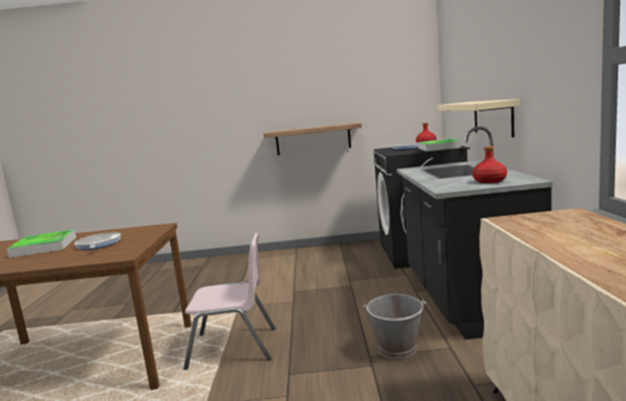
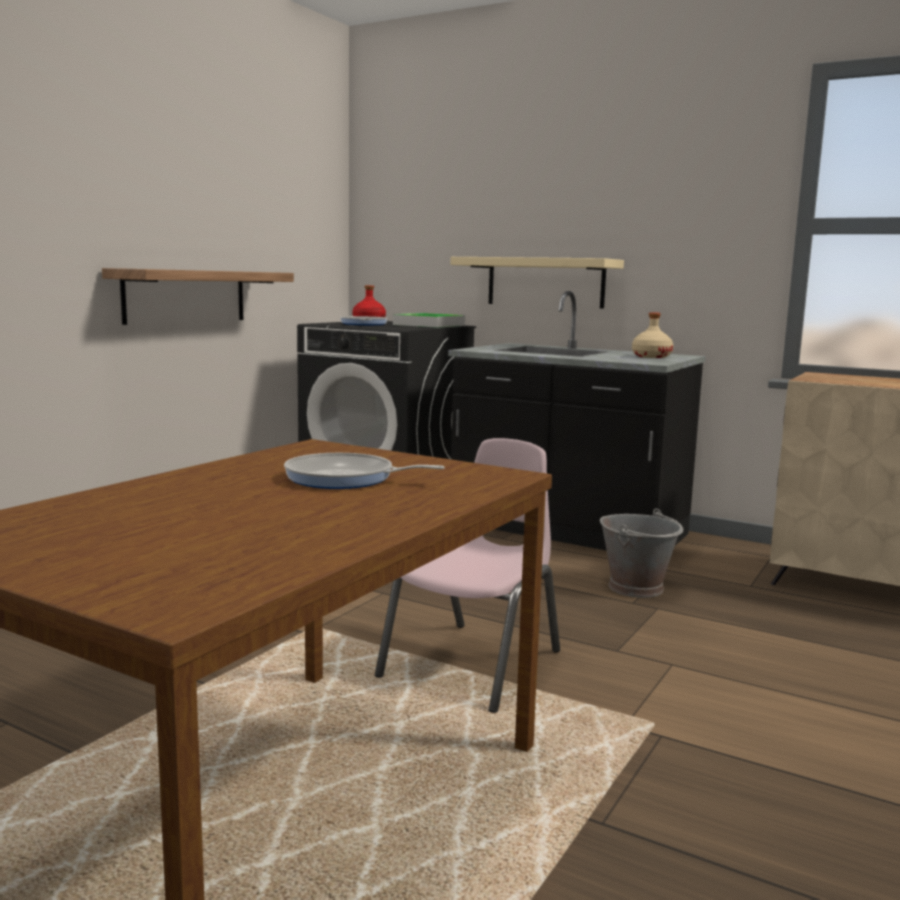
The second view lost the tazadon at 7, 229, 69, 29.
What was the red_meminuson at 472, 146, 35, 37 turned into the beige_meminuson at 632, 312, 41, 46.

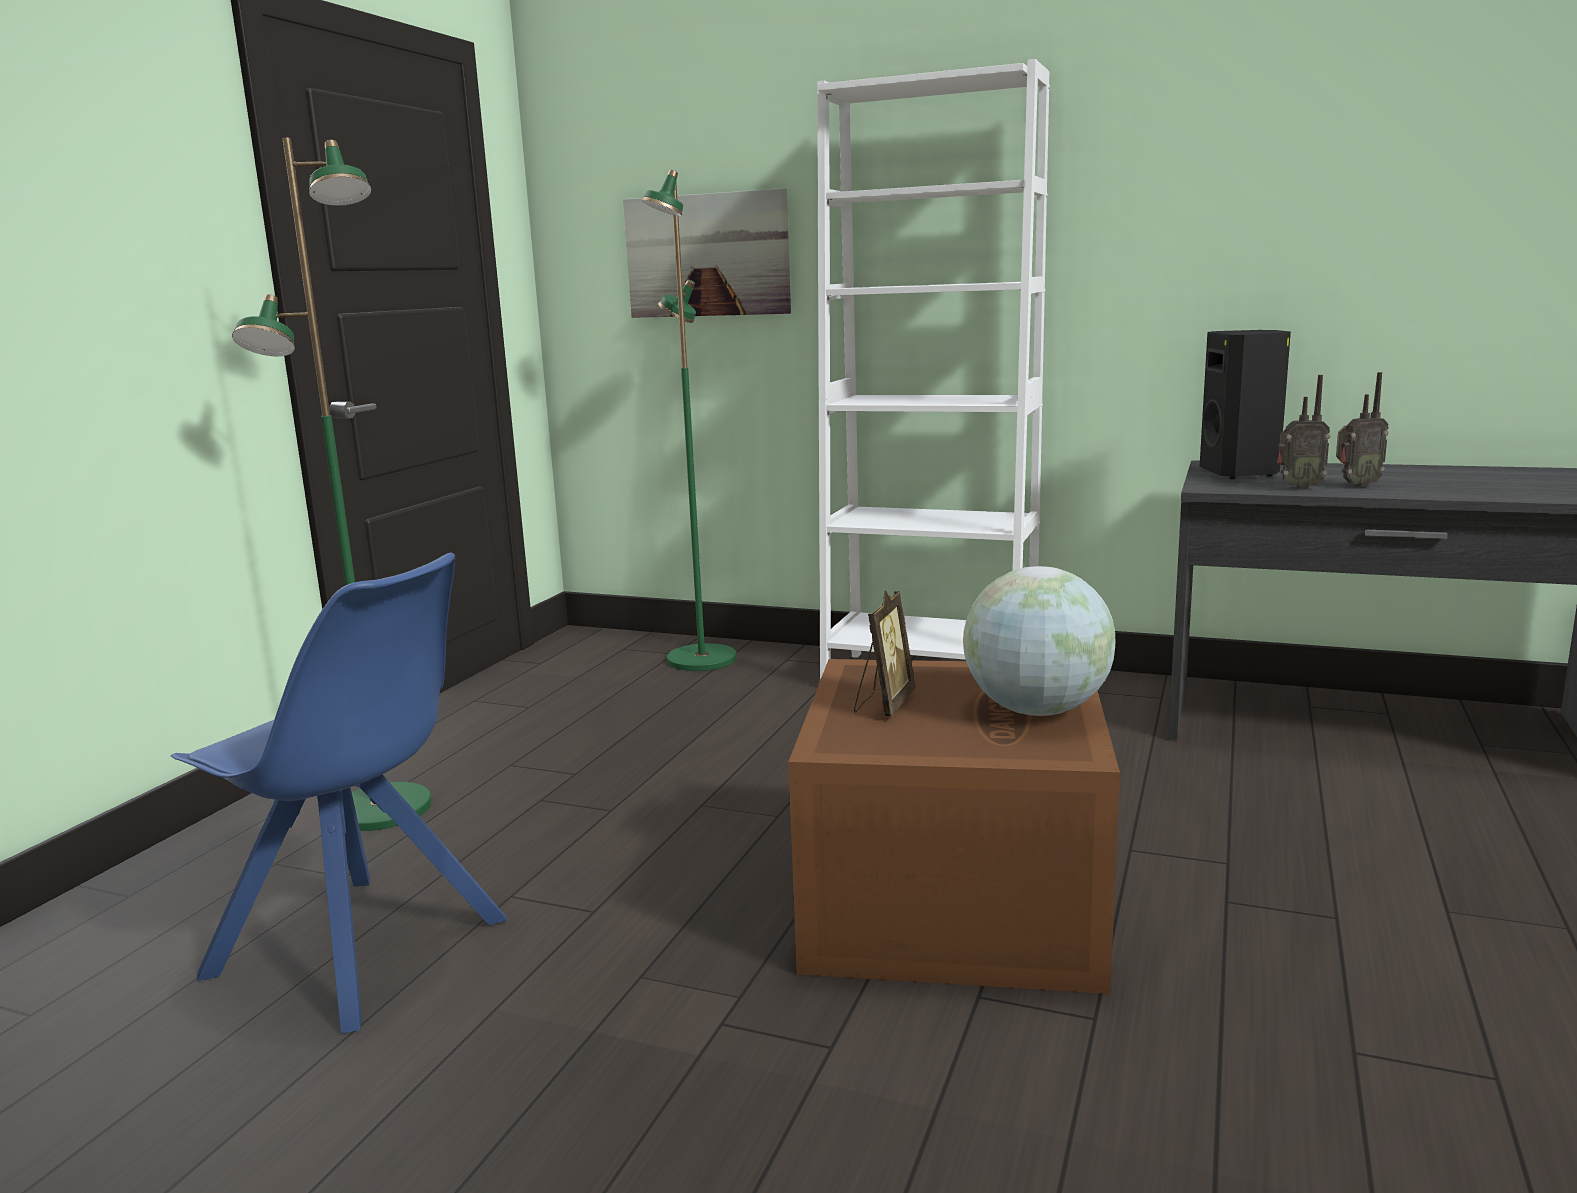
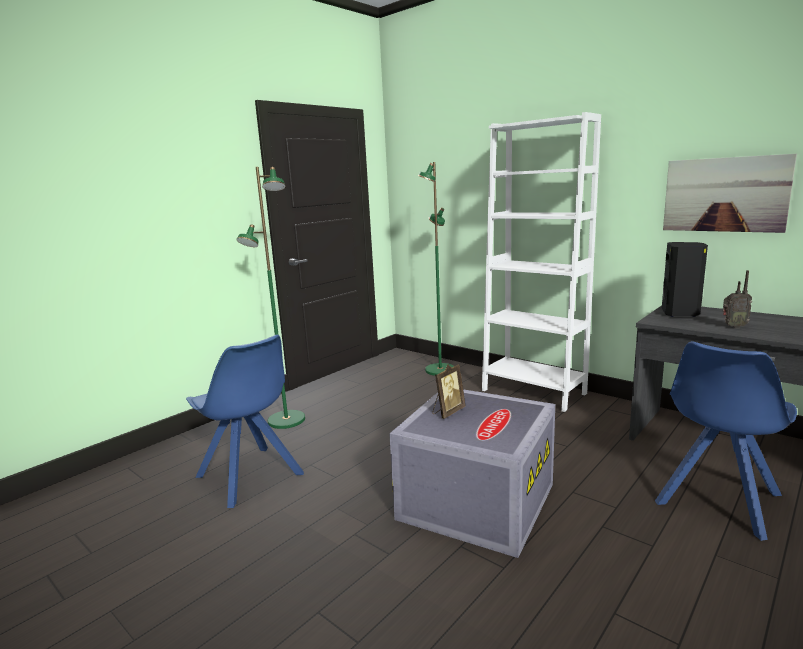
The second view lost the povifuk at 963, 566, 152, 150.
The second view lost the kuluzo at 1277, 375, 53, 115.
The second view gained the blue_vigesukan at 655, 341, 142, 200.
The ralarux ended up elsewhere, having gone from 623, 188, 168, 130 to 663, 154, 134, 79.
What was the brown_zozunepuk at 788, 659, 332, 335 turned into the grey_zozunepuk at 389, 389, 166, 169.

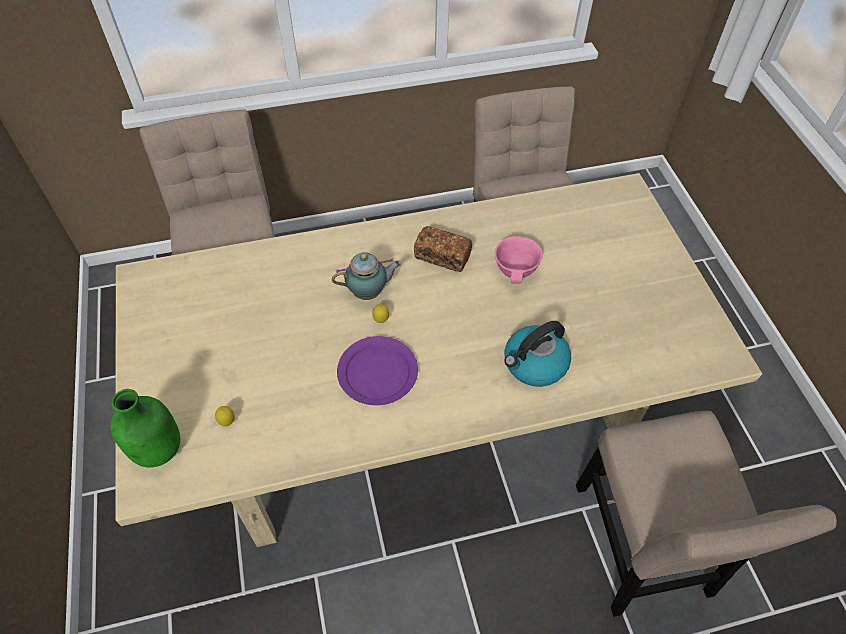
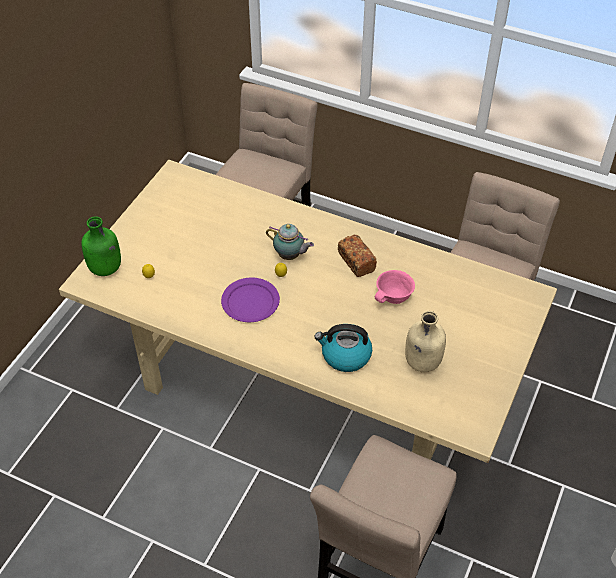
The second view gained the beige_meminuson at 405, 311, 41, 61.

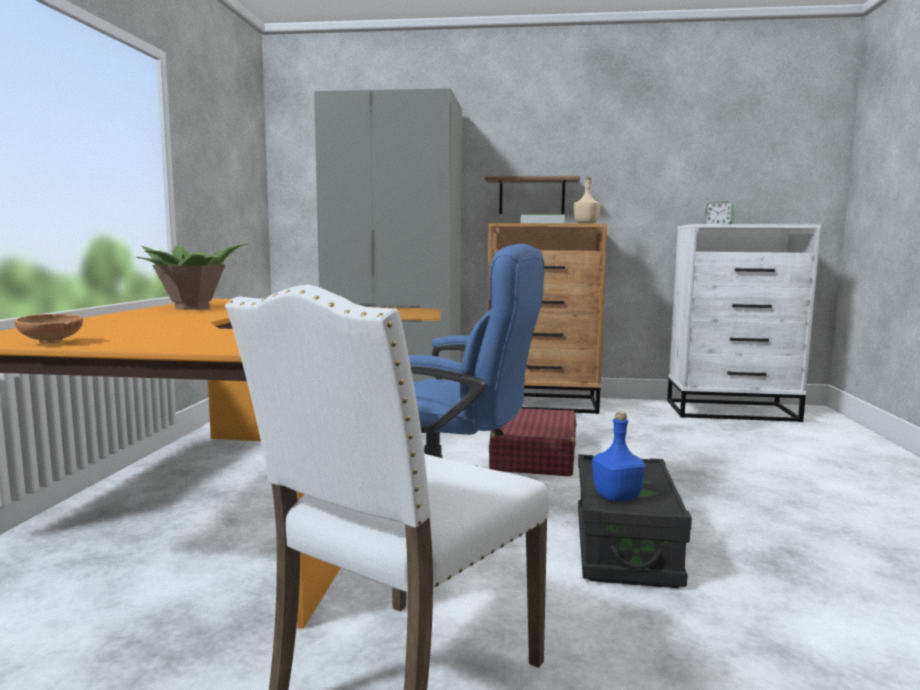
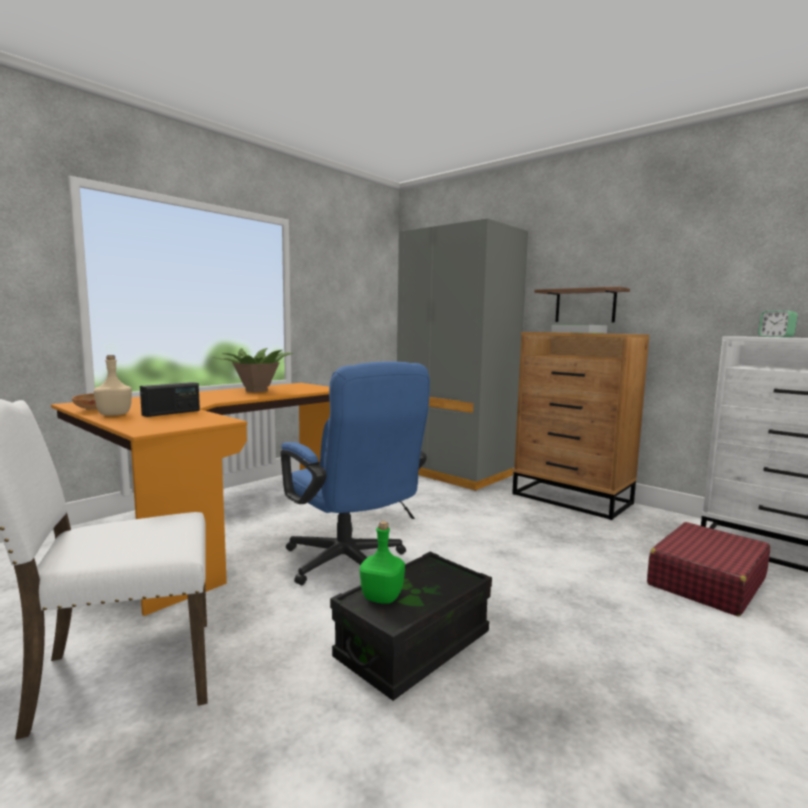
The second view gained the kuluzo at 140, 382, 60, 35.
The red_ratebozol ended up elsewhere, having gone from 489, 408, 88, 68 to 647, 522, 123, 94.
The beige_meminuson ended up elsewhere, having gone from 574, 177, 27, 47 to 94, 355, 38, 61.
What was the blue_meminuson at 592, 412, 53, 90 turned into the green_meminuson at 360, 521, 45, 83.

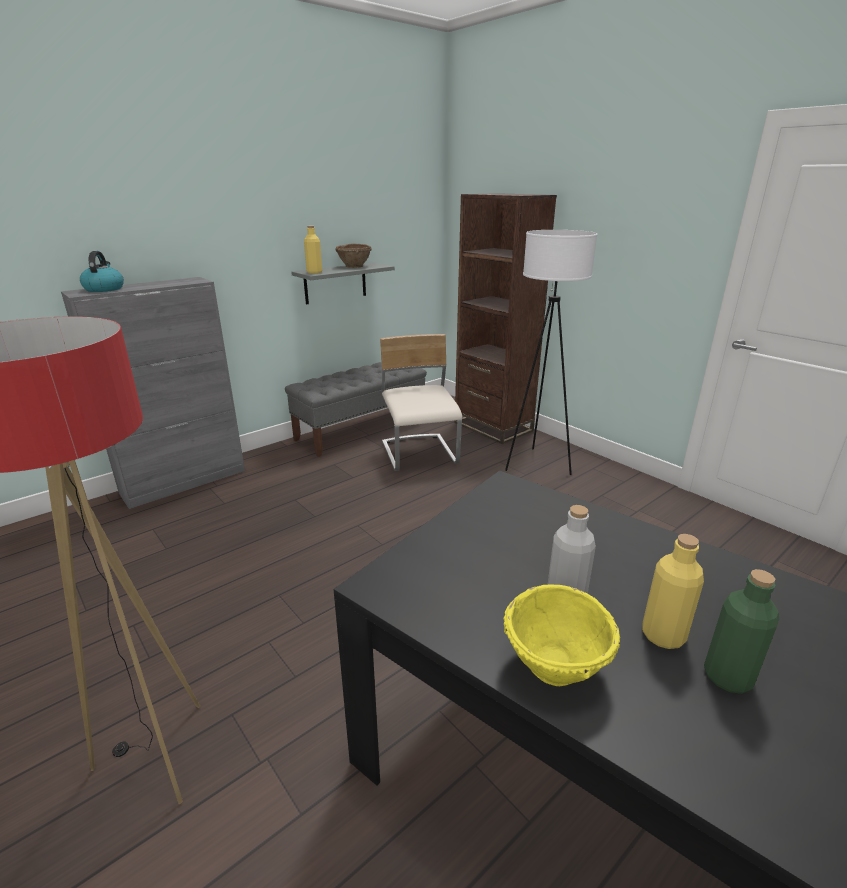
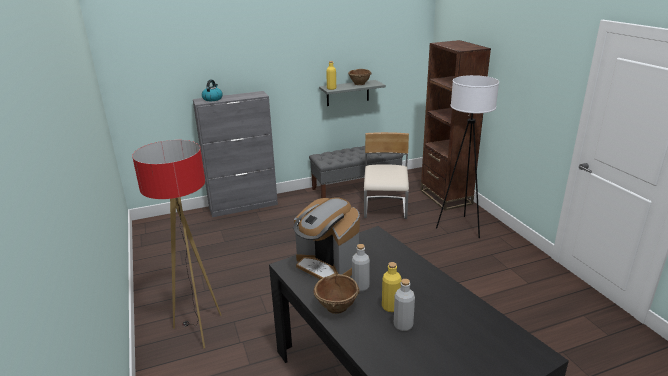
The second view gained the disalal at 293, 197, 67, 84.
What was the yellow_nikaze at 504, 584, 116, 102 turned into the brown_nikaze at 313, 274, 47, 40.
What was the green_meminuson at 704, 569, 75, 125 turned into the grey_meminuson at 394, 279, 21, 52.

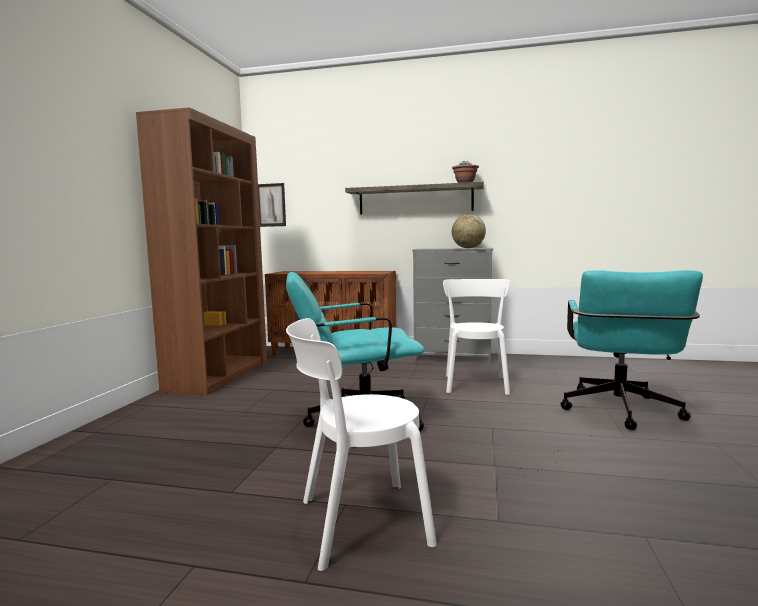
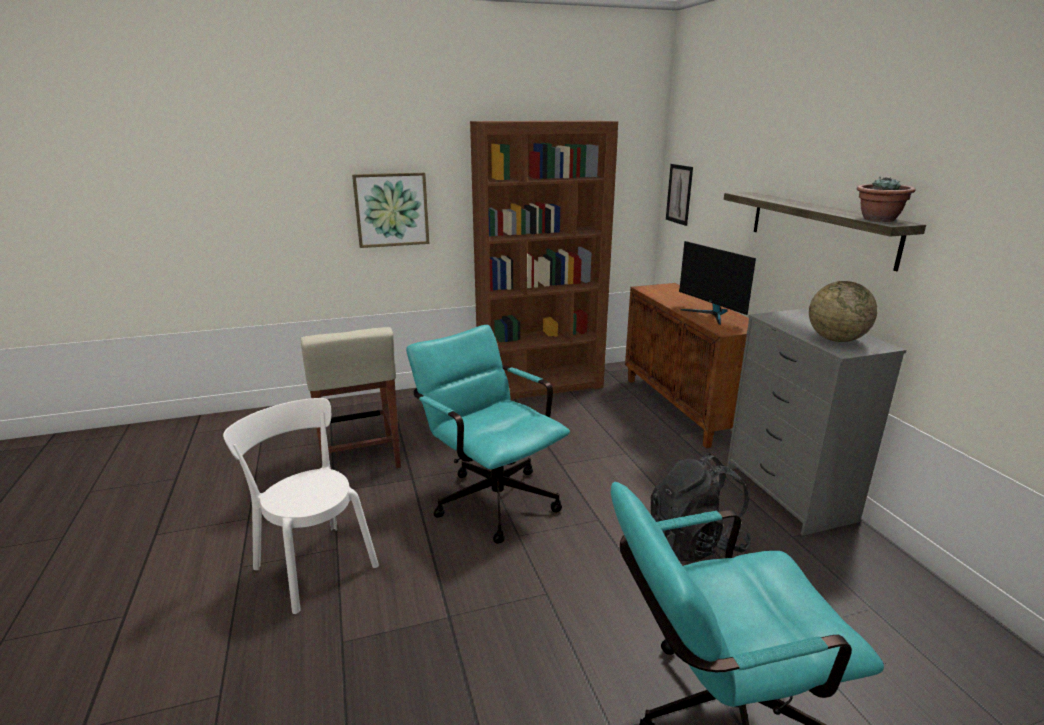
The second view gained the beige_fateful at 301, 327, 100, 141.
The second view gained the ralarux at 352, 172, 77, 76.
The second view gained the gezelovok at 679, 241, 77, 84.
Where the white_vigesukan stood at 443, 279, 67, 116, the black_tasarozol came to stand at 651, 453, 100, 109.

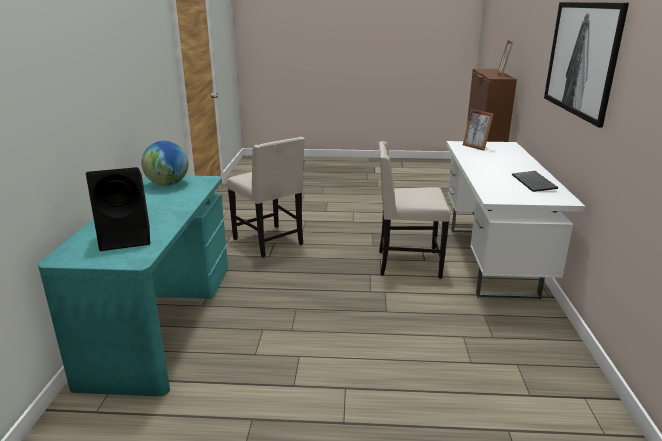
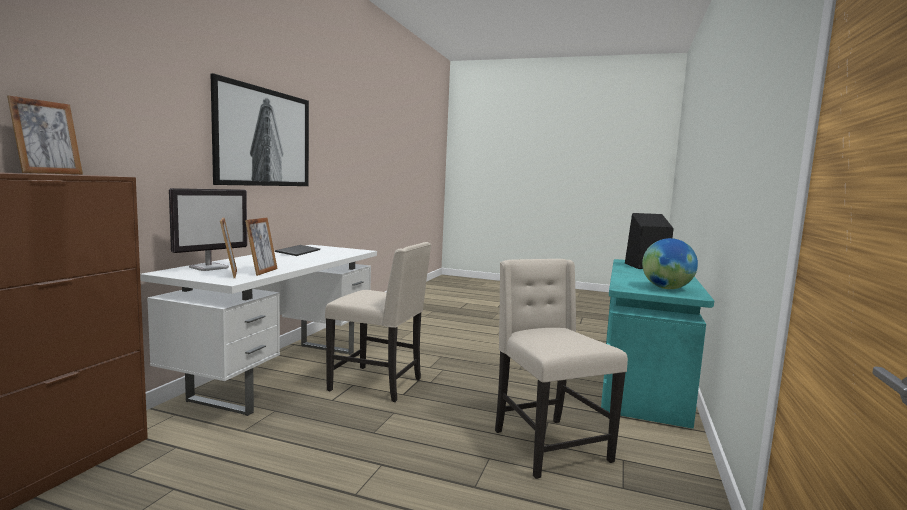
The second view gained the gezelovok at 169, 188, 78, 83.
The second view gained the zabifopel at 245, 217, 33, 59.

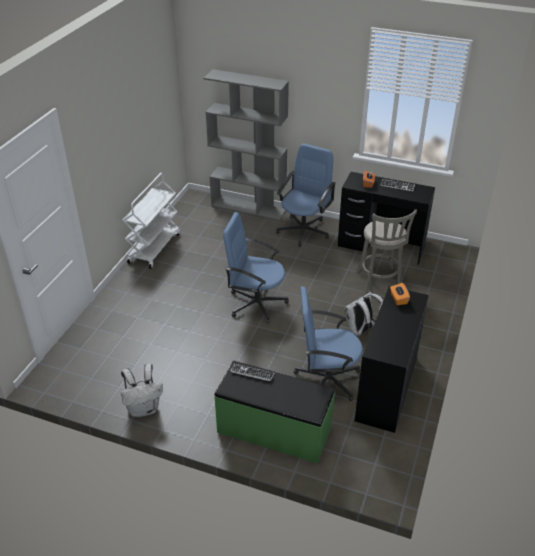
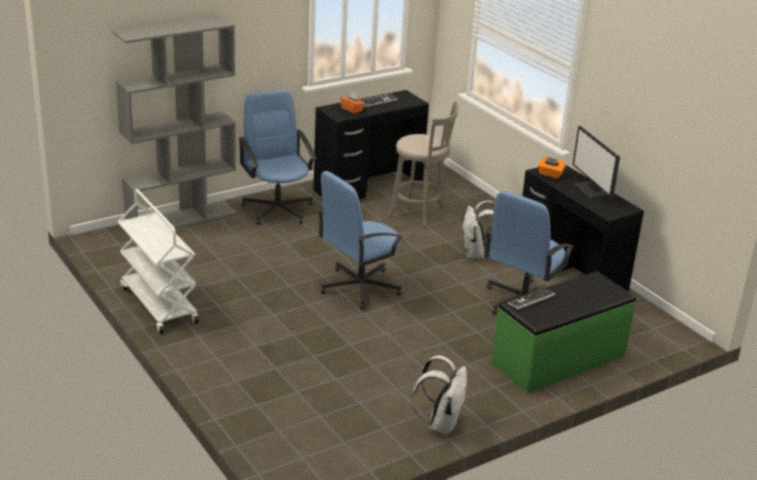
The second view gained the gezelovok at 572, 126, 48, 72.

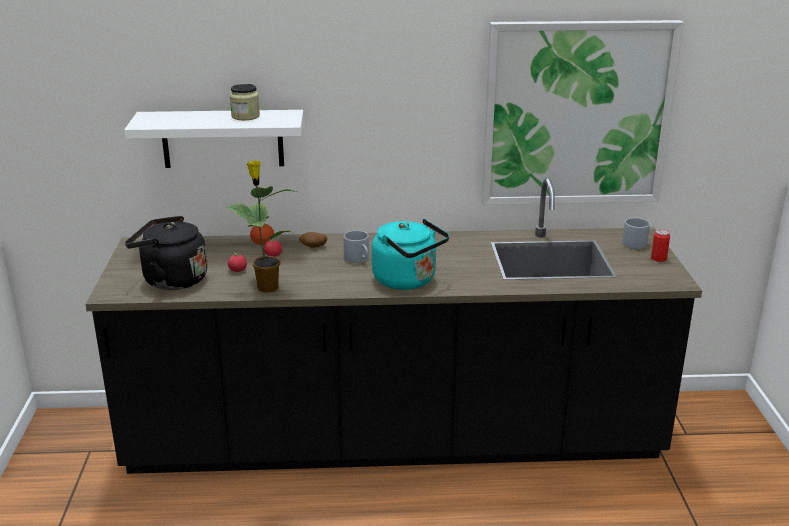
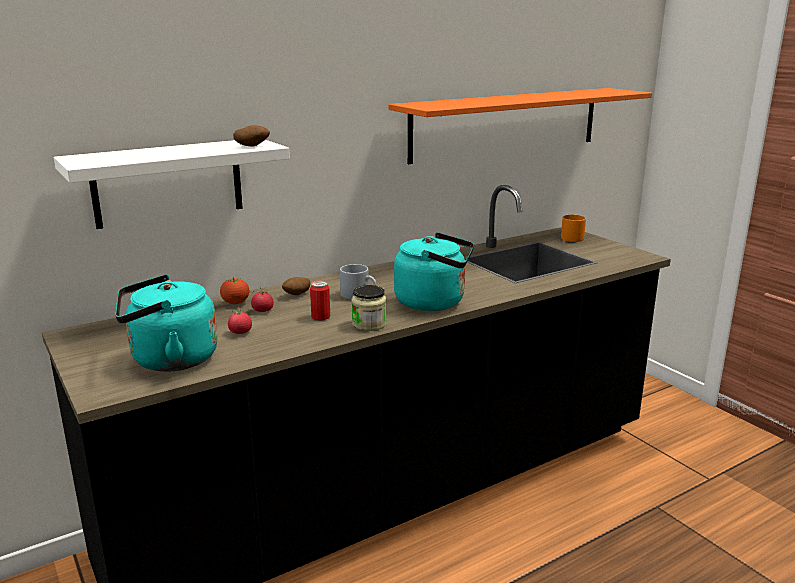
The second view lost the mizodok at 226, 160, 71, 133.
The second view gained the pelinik at 233, 125, 37, 22.
The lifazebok ended up elsewhere, having gone from 230, 84, 30, 36 to 352, 285, 35, 46.
The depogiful ended up elsewhere, having gone from 651, 229, 19, 33 to 310, 281, 20, 39.
Where the ralarux hung at 482, 20, 202, 185, the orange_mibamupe came to hang at 389, 88, 263, 76.
What was the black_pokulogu at 125, 216, 82, 74 turned into the turquoise_pokulogu at 115, 275, 103, 97.
What was the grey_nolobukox at 622, 218, 28, 31 turned into the orange_nolobukox at 561, 215, 25, 27.

